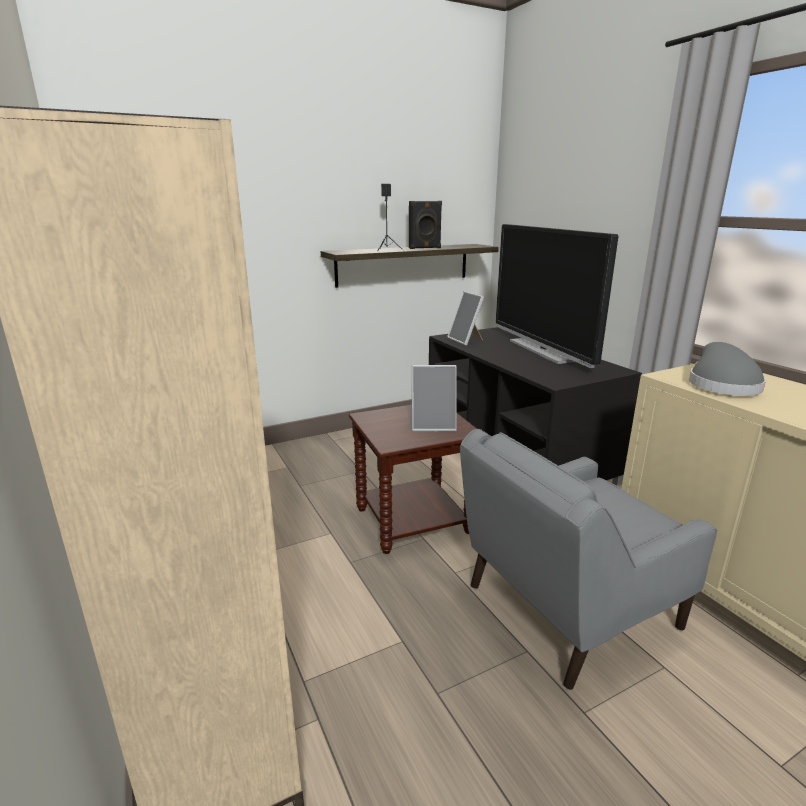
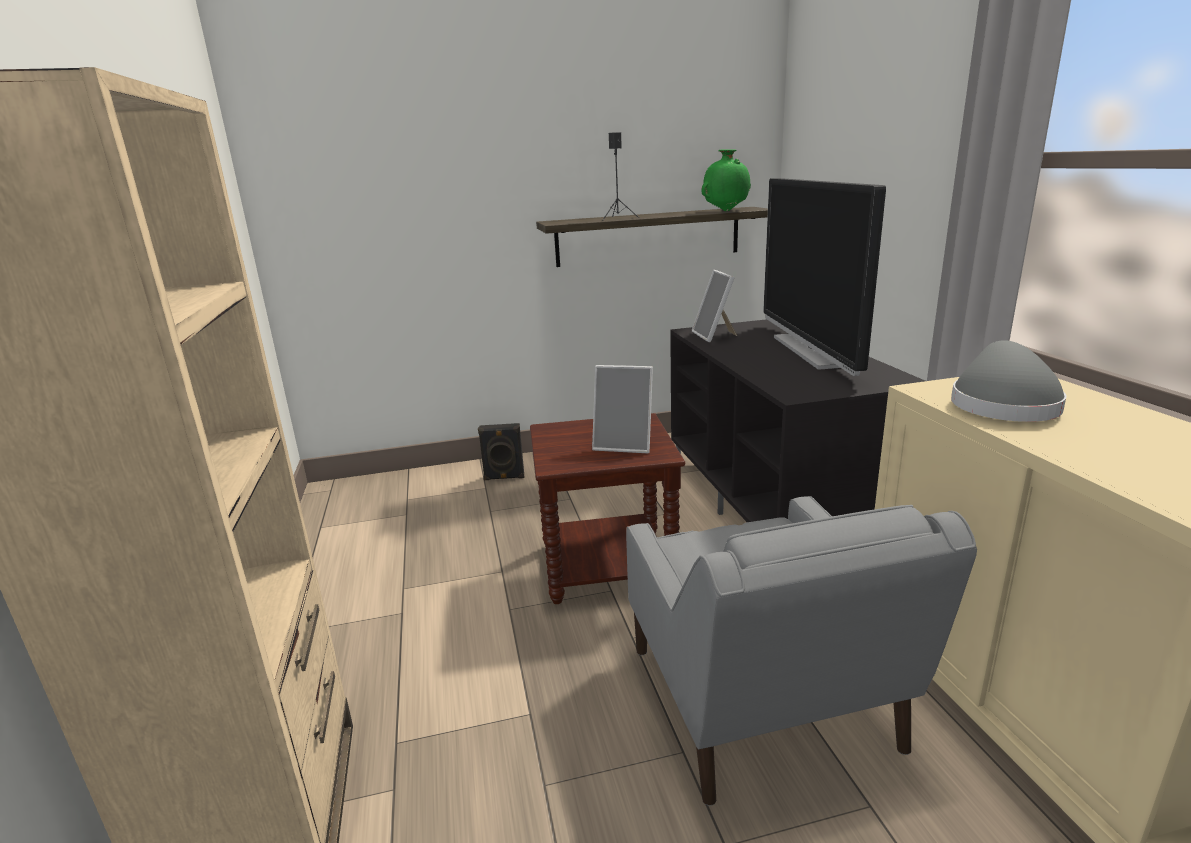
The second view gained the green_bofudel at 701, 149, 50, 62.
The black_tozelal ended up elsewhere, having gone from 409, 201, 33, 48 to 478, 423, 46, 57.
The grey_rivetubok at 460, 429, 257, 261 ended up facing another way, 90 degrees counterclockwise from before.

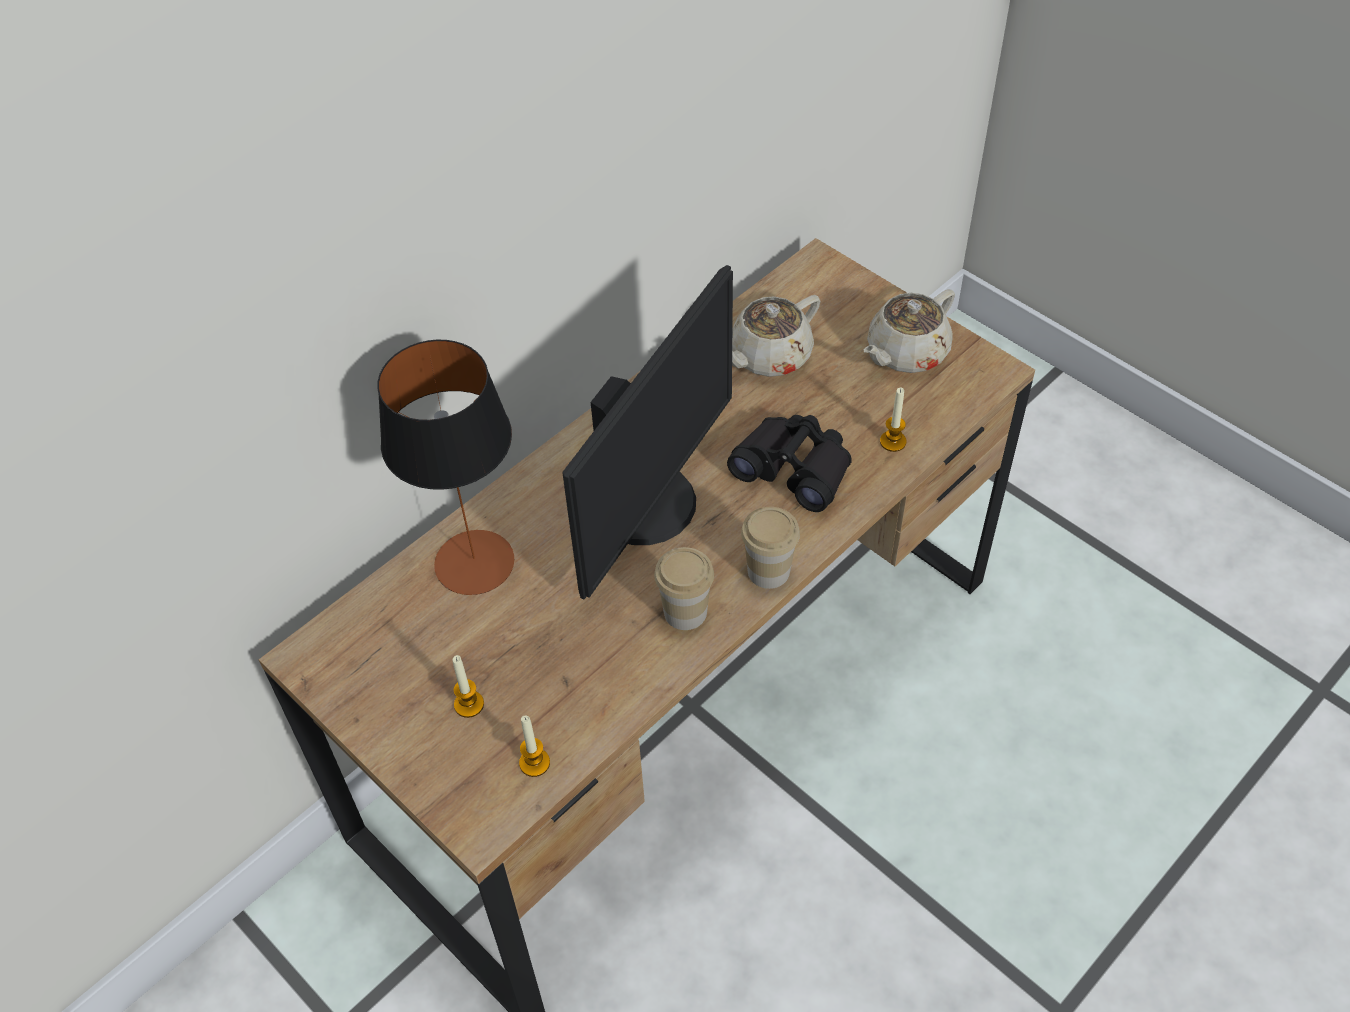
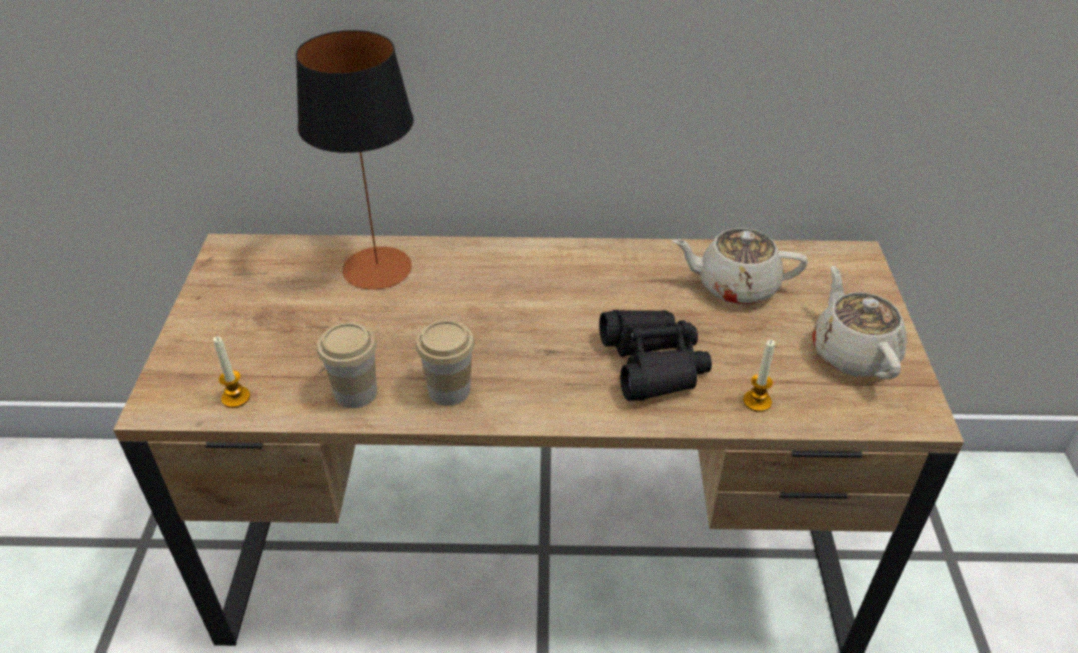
The second view lost the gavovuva at 453, 655, 31, 63.
The second view lost the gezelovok at 562, 265, 171, 334.
The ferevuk ended up elsewhere, having gone from 741, 507, 59, 82 to 317, 323, 60, 85.
The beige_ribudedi at 864, 289, 91, 84 ended up facing another way, 75 degrees clockwise from before.

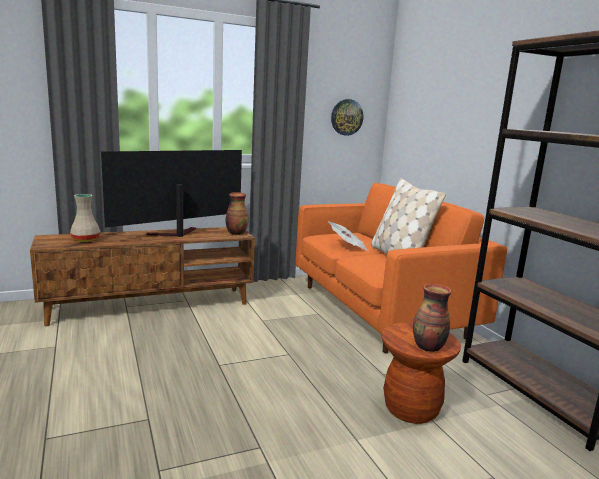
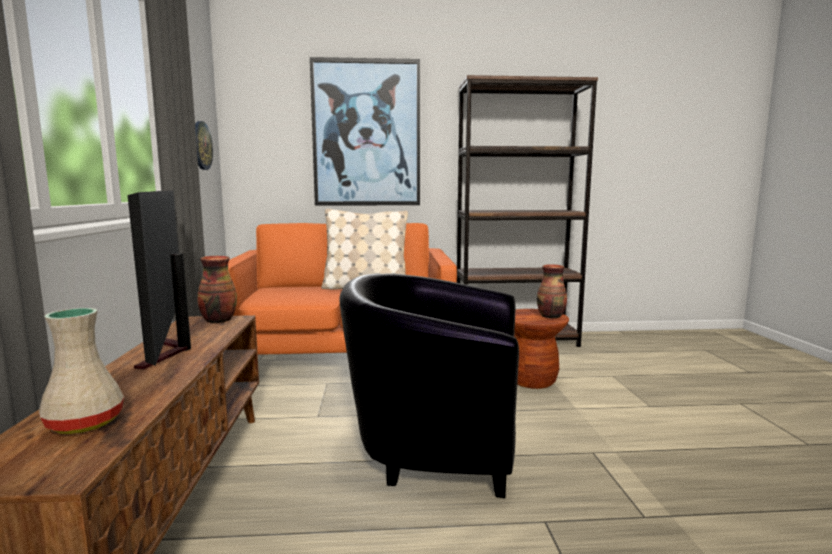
The second view lost the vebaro at 328, 221, 40, 30.
The second view gained the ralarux at 310, 57, 110, 149.
The second view gained the black_rivetubok at 339, 274, 180, 224.

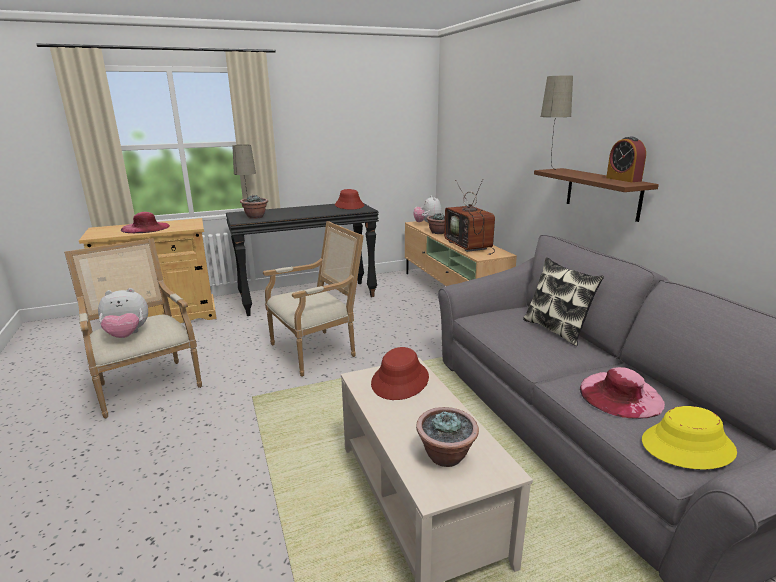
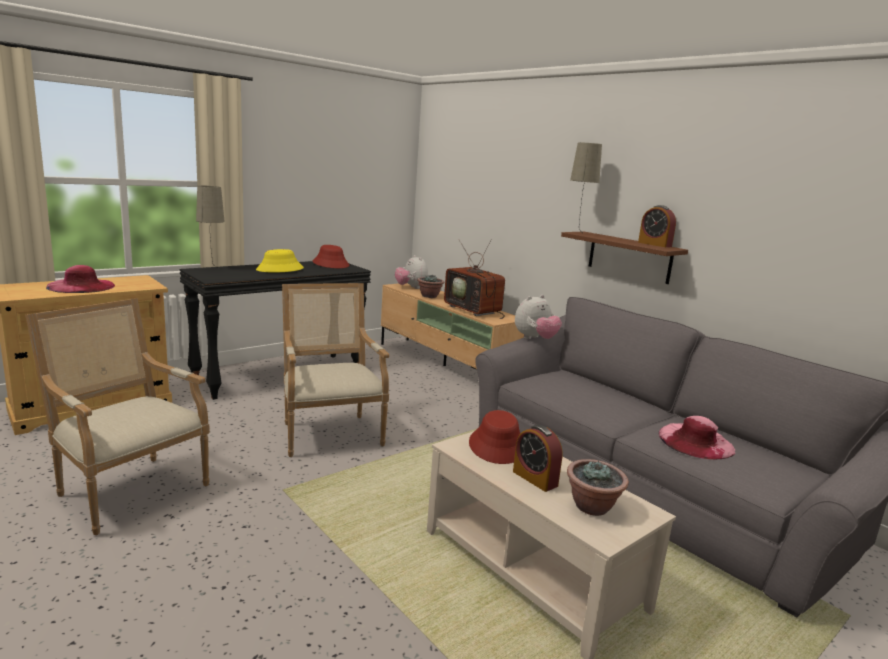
The second view lost the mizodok at 240, 195, 28, 24.
The second view lost the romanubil at 523, 257, 81, 89.
The second view gained the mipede at 513, 425, 50, 67.
The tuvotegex ended up elsewhere, having gone from 98, 288, 50, 50 to 515, 295, 47, 44.
The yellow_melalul ended up elsewhere, having gone from 642, 406, 95, 64 to 256, 249, 48, 24.
The rivetubok at 263, 221, 101, 156 ended up facing another way, 60 degrees counterclockwise from before.

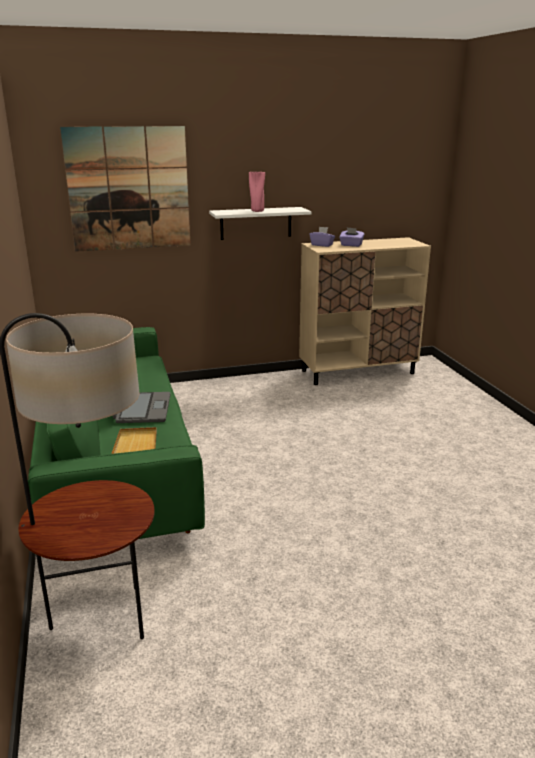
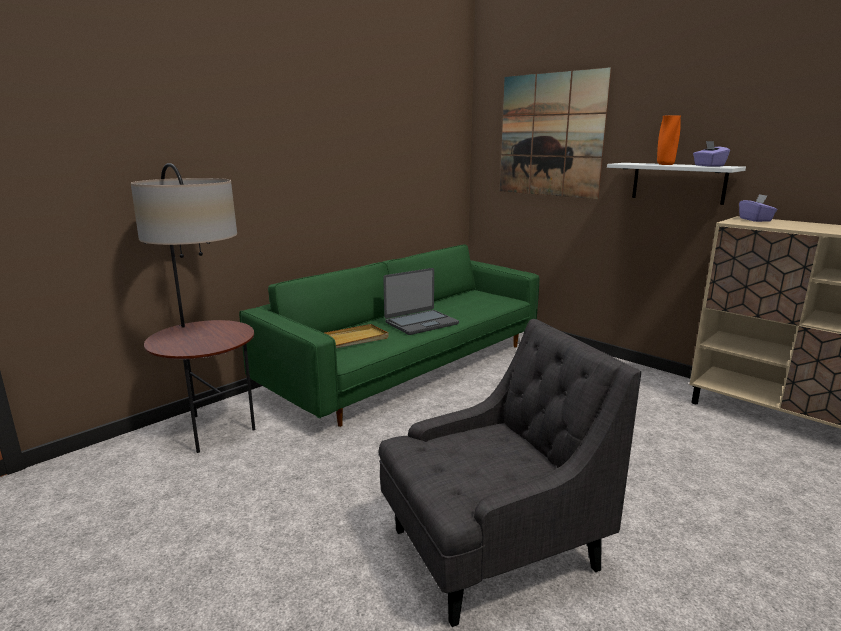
The second view gained the grey_rivetubok at 378, 319, 263, 308.
The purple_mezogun ended up elsewhere, having gone from 339, 227, 26, 20 to 693, 141, 37, 25.
What was the pink_bofudel at 249, 172, 16, 40 turned into the orange_bofudel at 657, 115, 24, 50.

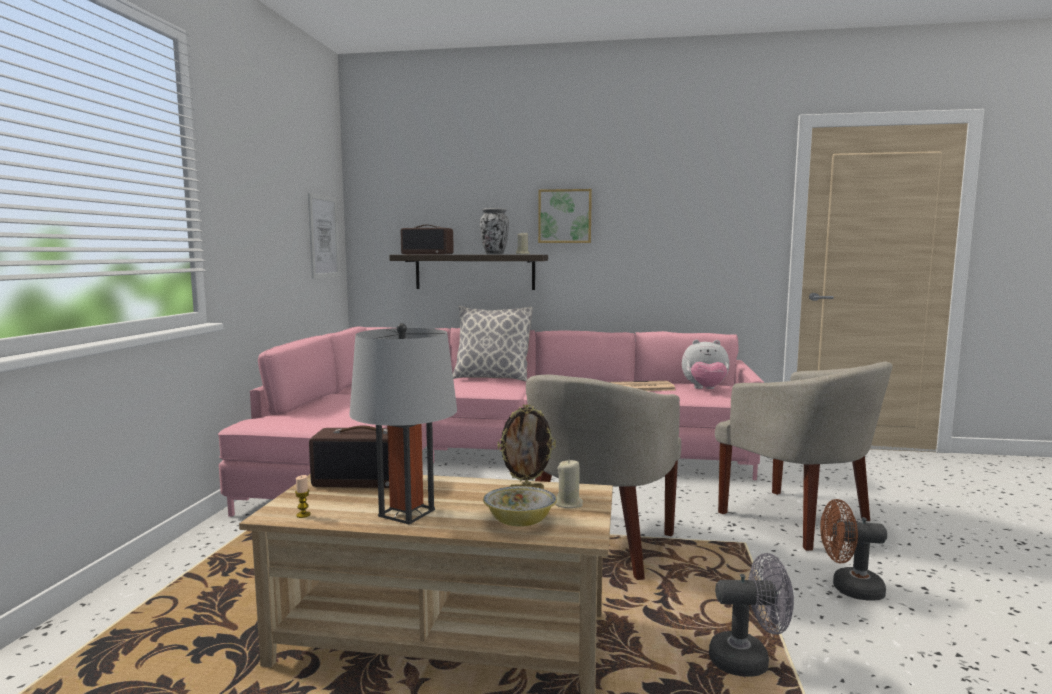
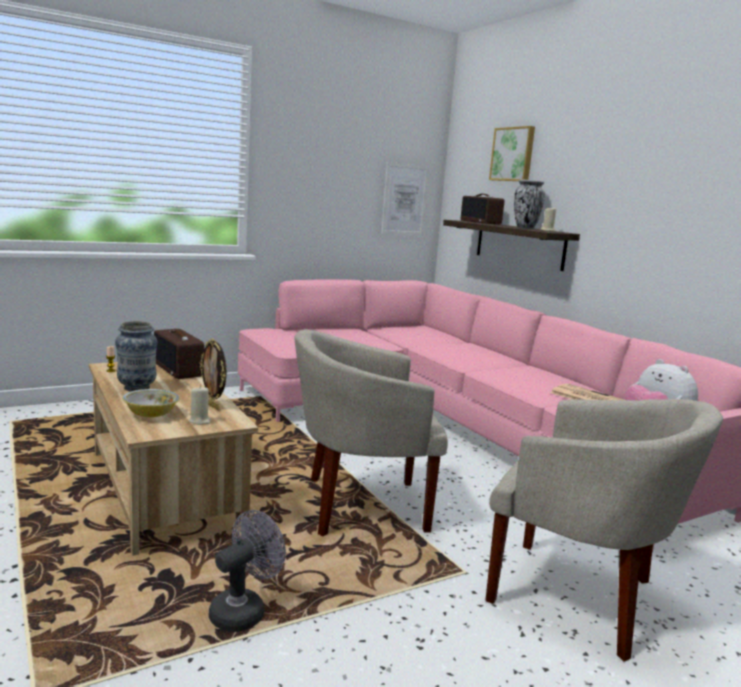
The second view lost the romanubil at 453, 306, 80, 75.
The second view lost the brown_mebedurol at 820, 499, 67, 102.
The ralarux ended up elsewhere, having gone from 538, 189, 54, 54 to 489, 126, 46, 55.
Where the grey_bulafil stood at 349, 323, 108, 202, the bofudel came to stand at 115, 321, 43, 70.
The grey_mebedurol at 709, 553, 85, 124 ended up facing another way, 105 degrees counterclockwise from before.
The beige_rivetubok at 715, 362, 178, 189 ended up facing another way, 75 degrees counterclockwise from before.

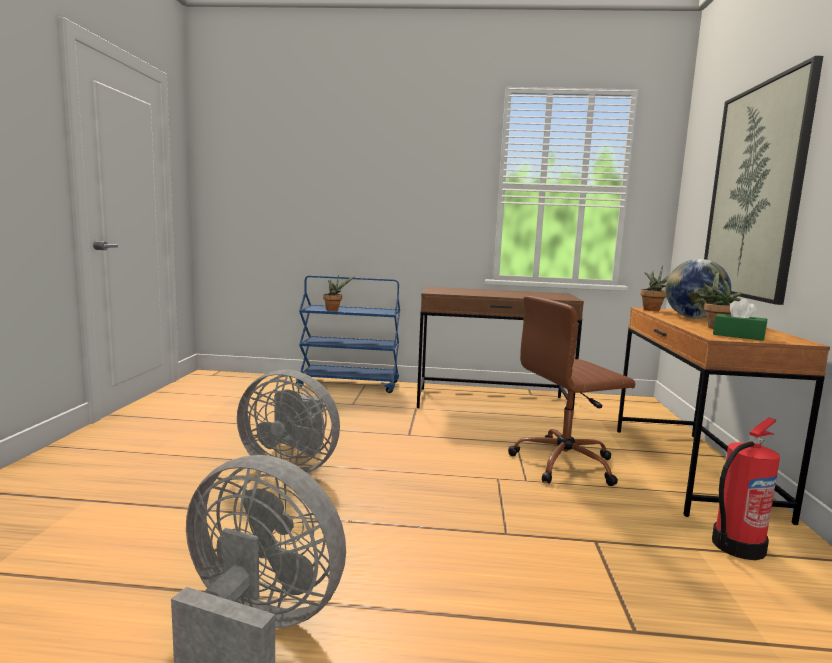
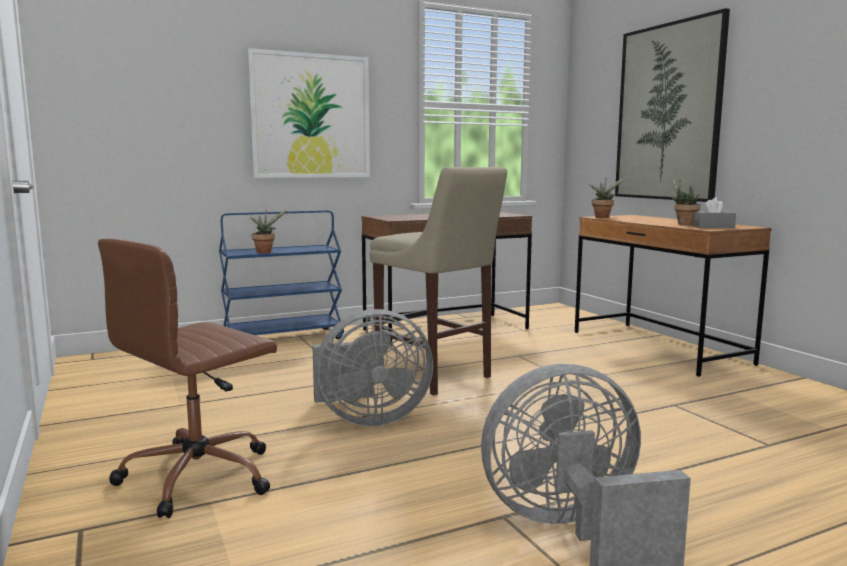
The second view lost the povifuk at 665, 259, 66, 59.
The second view lost the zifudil at 712, 417, 68, 143.
The second view gained the ralarux at 247, 48, 123, 130.
The second view gained the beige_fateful at 369, 167, 138, 228.
The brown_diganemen ended up elsewhere, having gone from 508, 296, 127, 190 to 98, 239, 179, 279.
What was the green_mezogun at 713, 299, 54, 42 turned into the grey_mezogun at 693, 197, 43, 31.

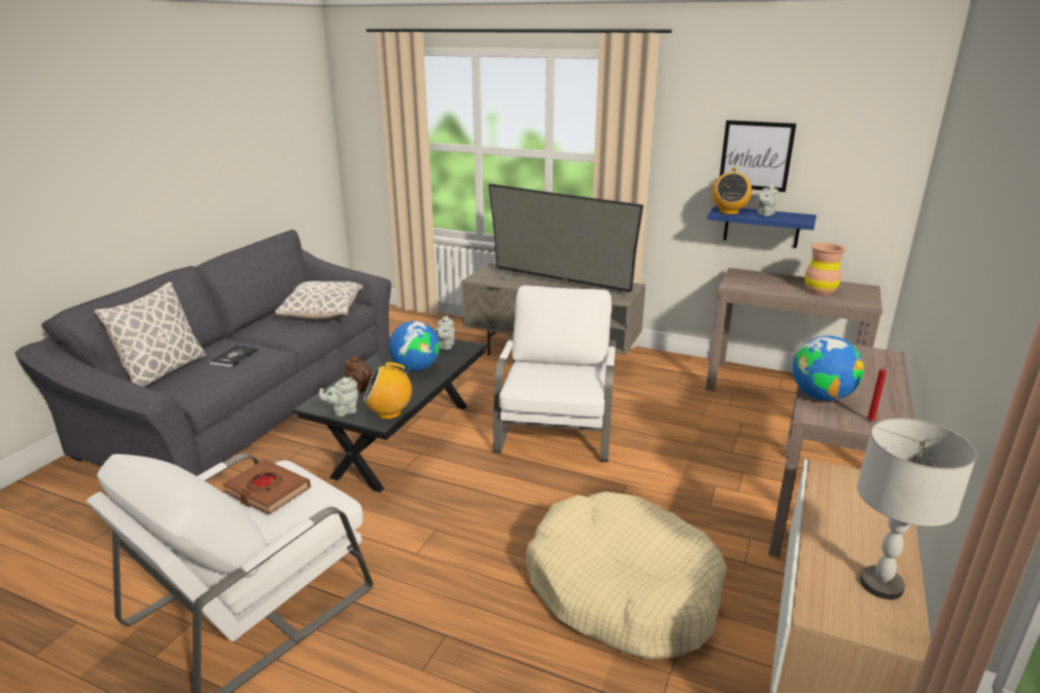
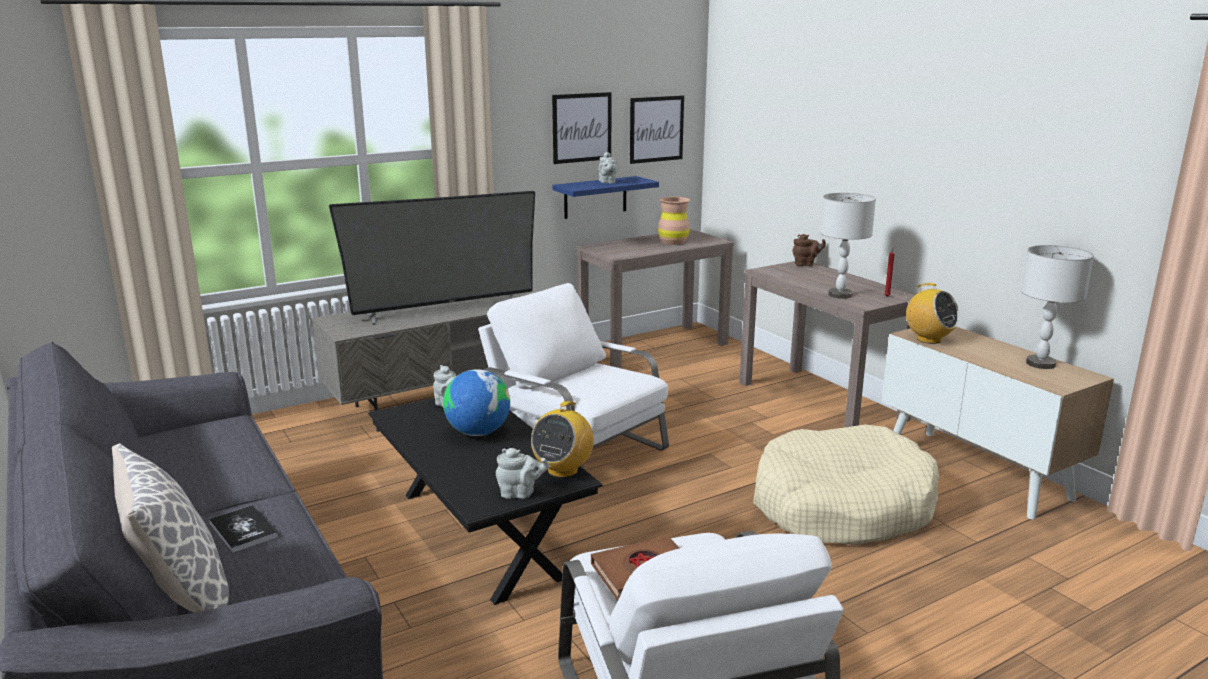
The second view lost the romanubil at 275, 281, 88, 38.
The second view gained the ralarux at 630, 95, 54, 69.
The brown_ribudedi ended up elsewhere, having gone from 346, 355, 26, 38 to 792, 234, 34, 32.
The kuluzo ended up elsewhere, having gone from 712, 167, 40, 48 to 903, 283, 56, 61.
Where the povifuk stood at 792, 336, 72, 65, the grey_bulafil came to stand at 820, 193, 56, 106.
The grey_ribudedi at 319, 377, 40, 40 ended up facing another way, 90 degrees counterclockwise from before.

